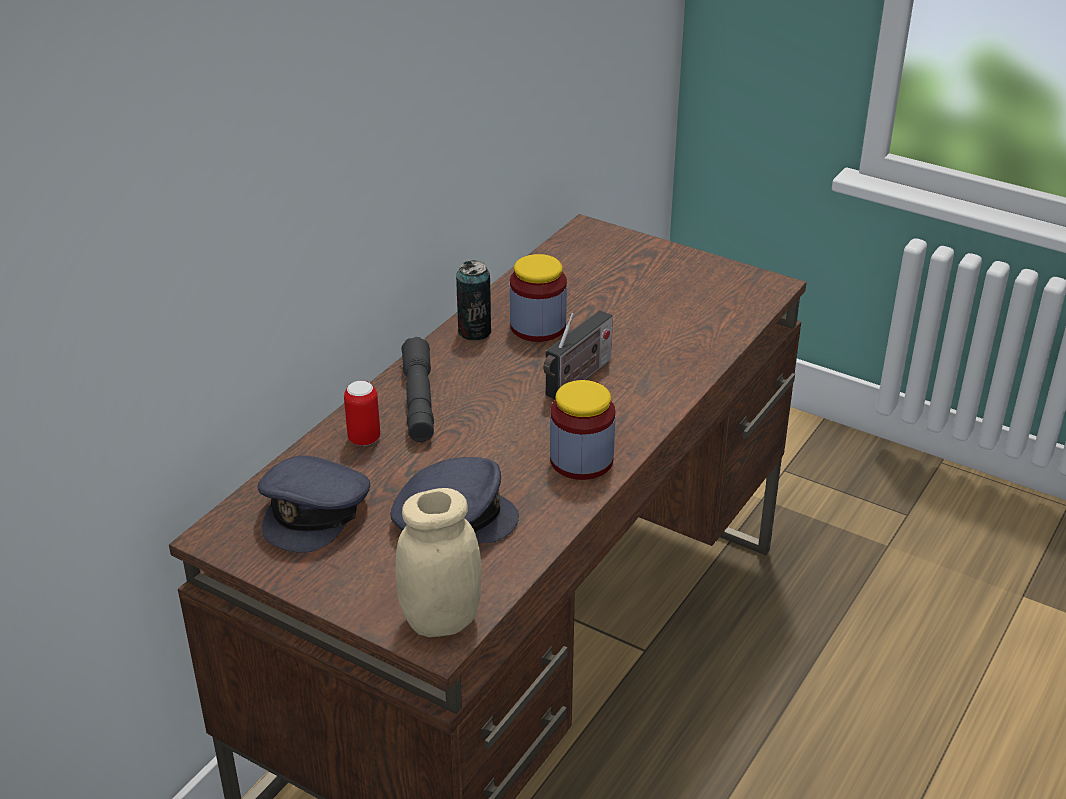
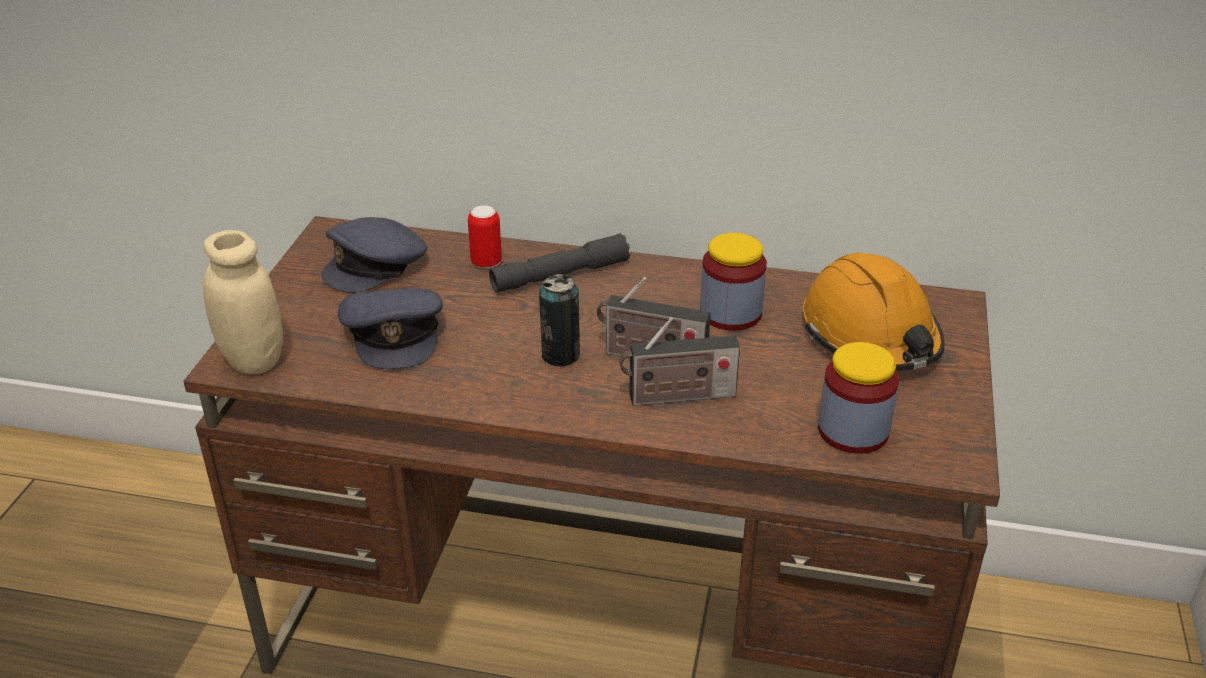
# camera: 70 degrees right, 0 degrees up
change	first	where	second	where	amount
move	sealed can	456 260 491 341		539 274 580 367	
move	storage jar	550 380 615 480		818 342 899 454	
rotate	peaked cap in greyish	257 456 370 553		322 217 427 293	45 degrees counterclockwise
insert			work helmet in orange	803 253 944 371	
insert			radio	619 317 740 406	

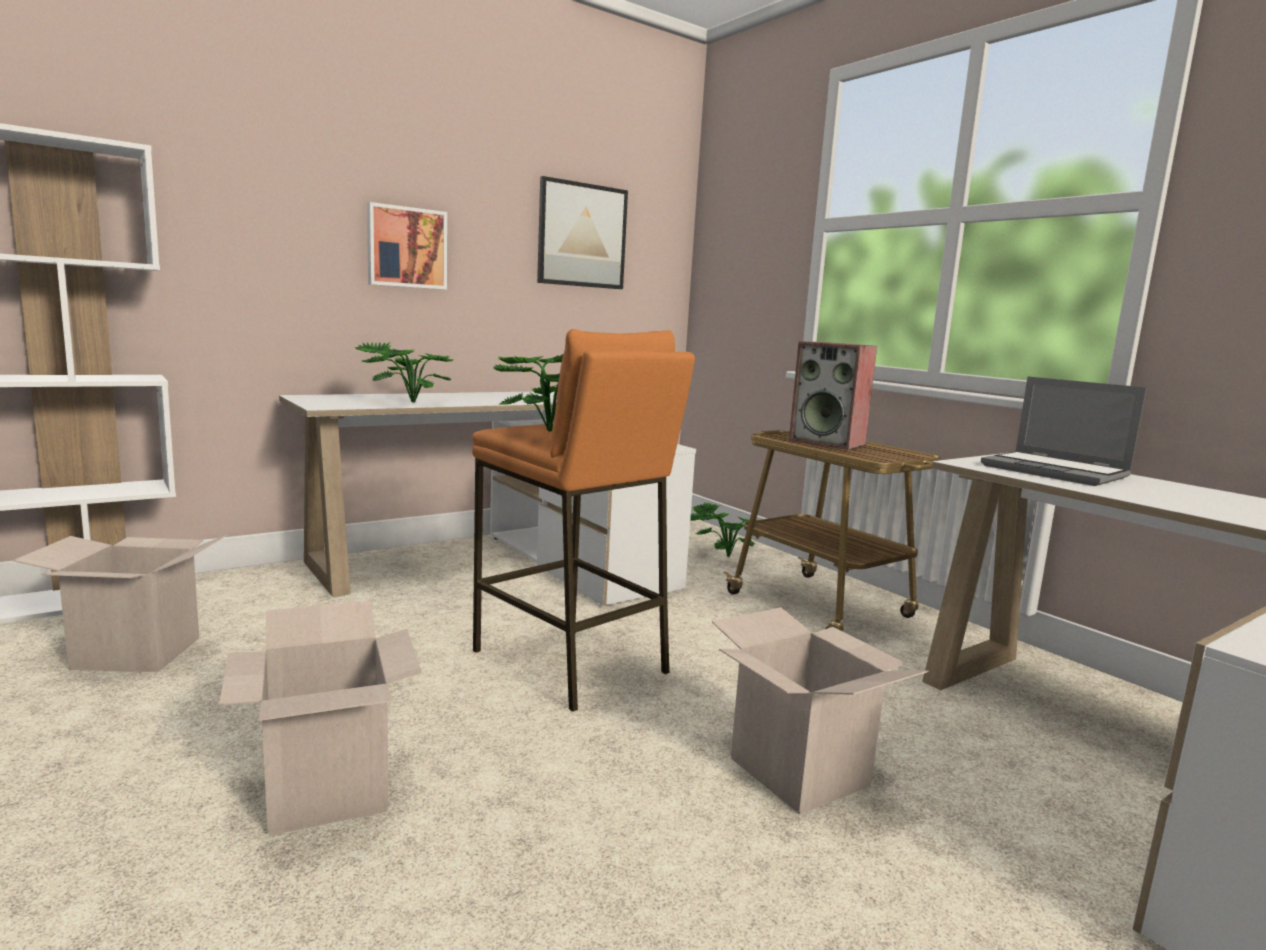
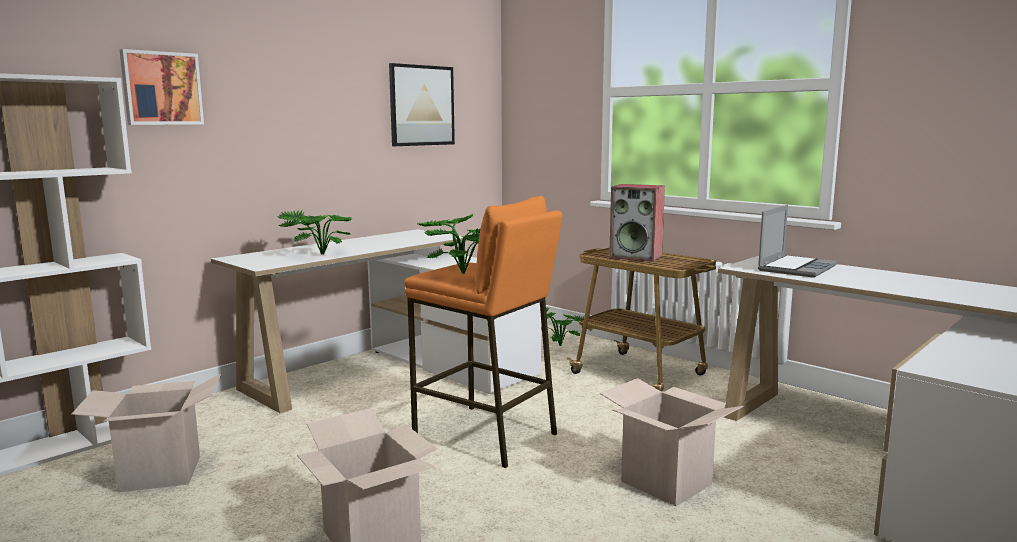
# camera: 10 degrees left, 0 degrees up
change	first	where	second	where	amount
move	wall picture	367 202 447 290		120 49 204 125	
rotate	portable computer	981 376 1147 486		758 205 837 278	90 degrees counterclockwise

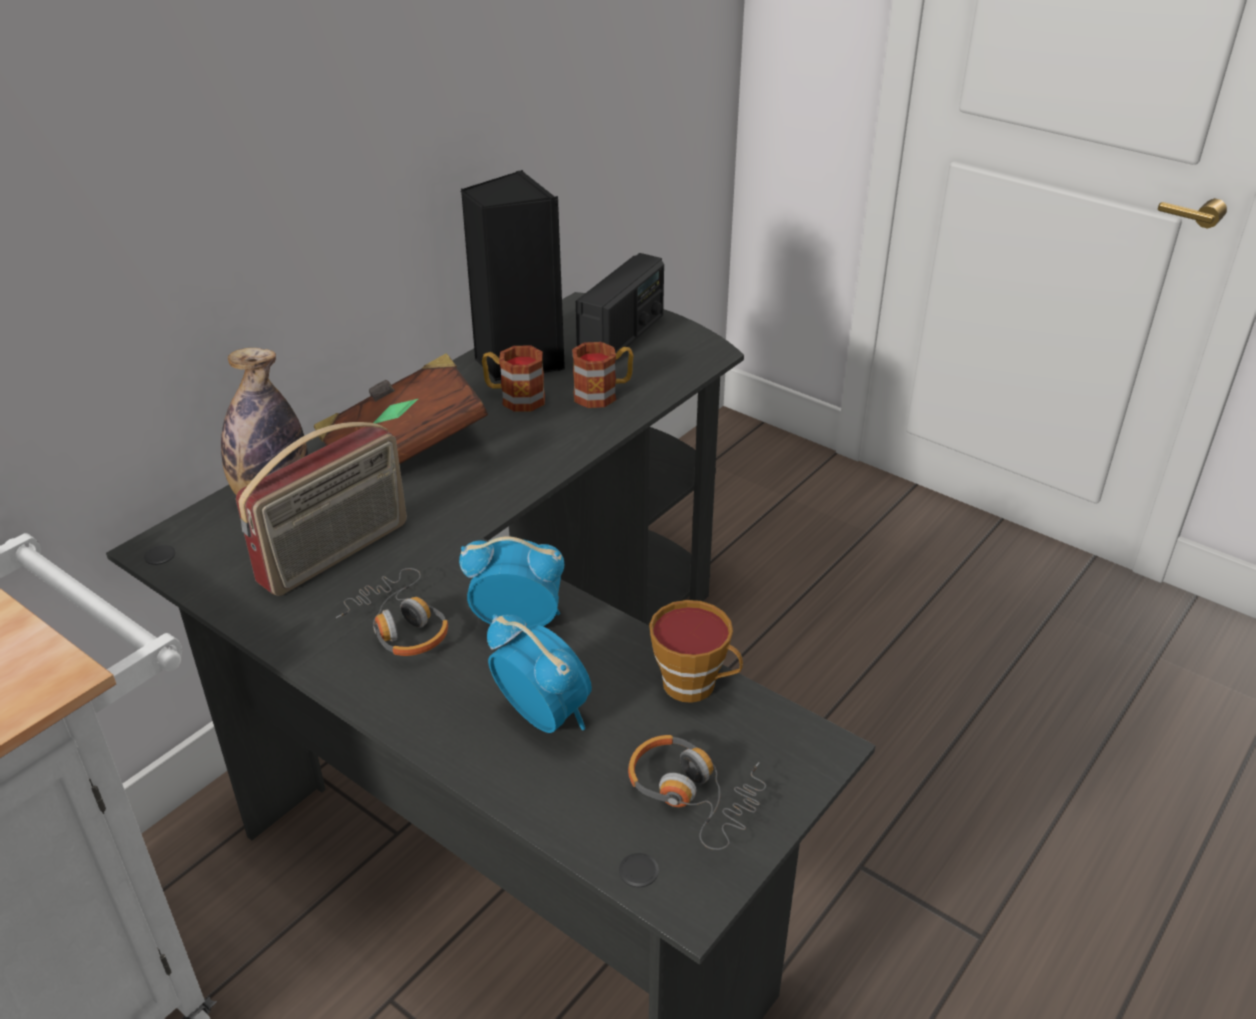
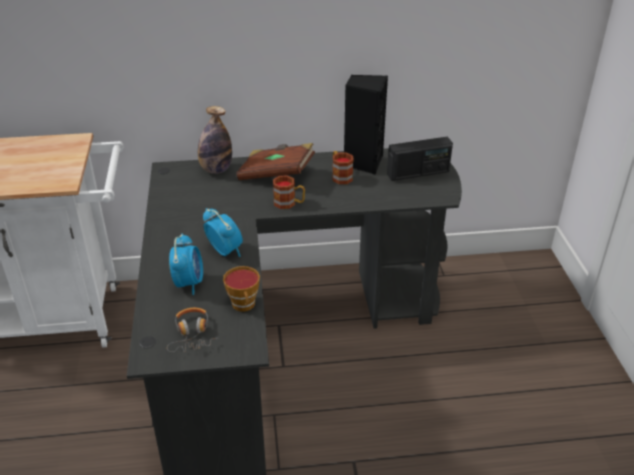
# camera: 45 degrees right, 0 degrees up
change	first	where	second	where	amount
move	coffee mug	572 342 634 408		273 175 305 209	
delete	radio	236 422 407 596			
delete	pair of headphones	336 568 448 656			

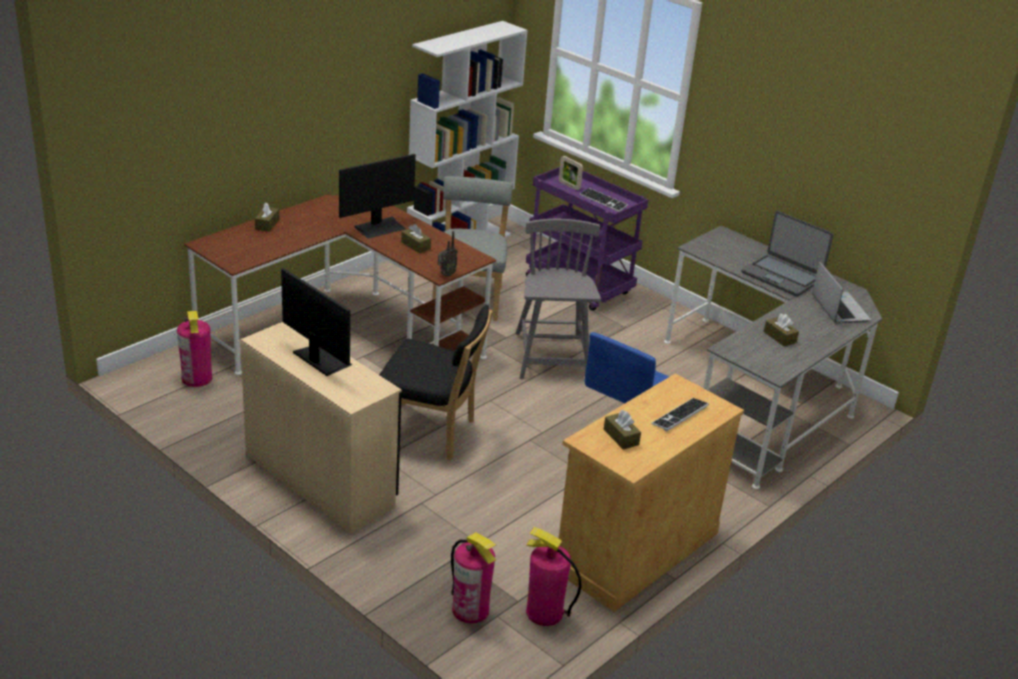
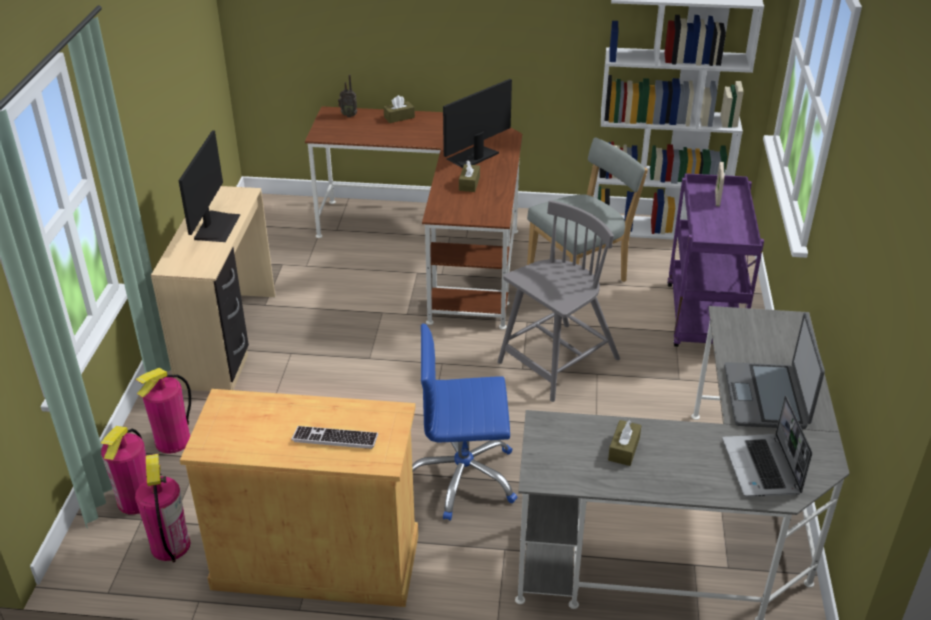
# camera: 55 degrees right, 5 degrees up
change	first	where	second	where	amount
rotate	monitor	339 154 416 239		443 79 512 168	120 degrees clockwise
delete	PC keyboard	580 188 628 212			
move	radio	438 231 458 277		338 75 357 117	
rotate	portable computer	812 261 871 323		723 396 812 497	135 degrees clockwise
delete	plain chair in black-coloured	379 305 493 461			
move	fire extinguisher	177 311 212 387		135 368 191 454	
delete	tissue holder in brown-coloured	603 410 641 450			

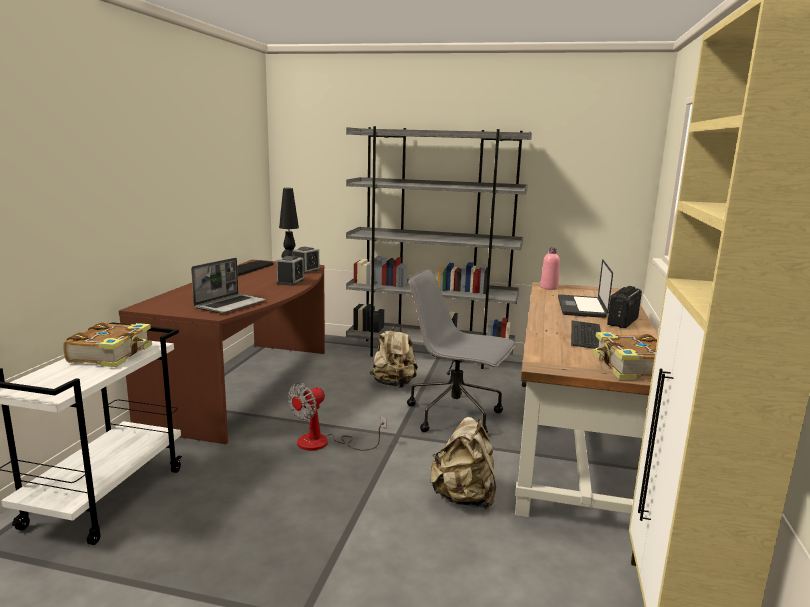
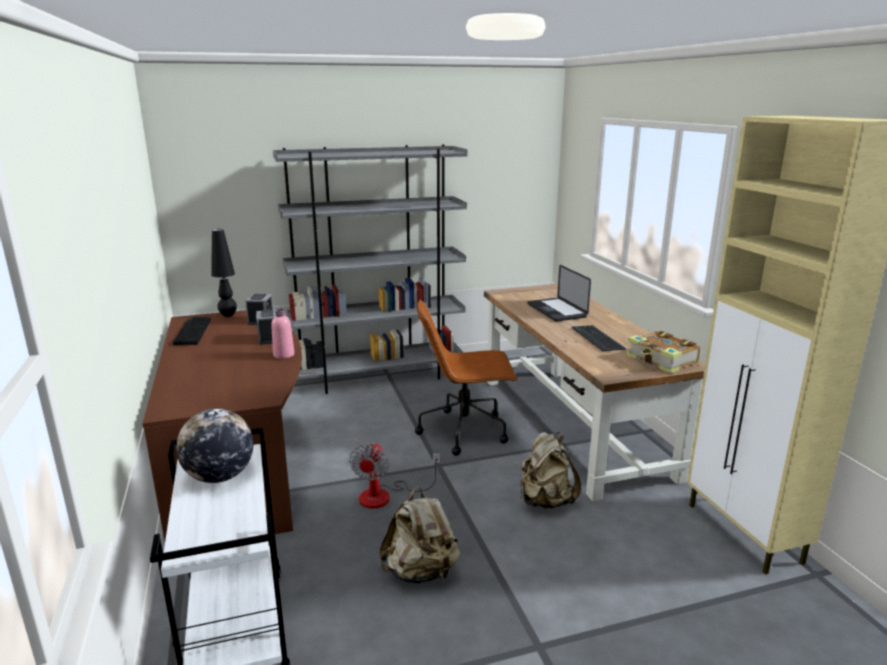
# camera: 30 degrees left, 5 degrees up
change	first	where	second	where	amount
move	drink bottle in pink	540 247 560 290		271 308 294 359	
delete	portable computer	191 258 266 314			
recolor	computer chair in greyish	407 270 517 433	computer chair in brown-coloured	415 300 518 456	
delete	radio	607 286 642 328			
replace	bound book	63 322 152 367	world globe	176 409 253 483	
move	rucksack in beige	370 324 418 388		380 487 460 583	

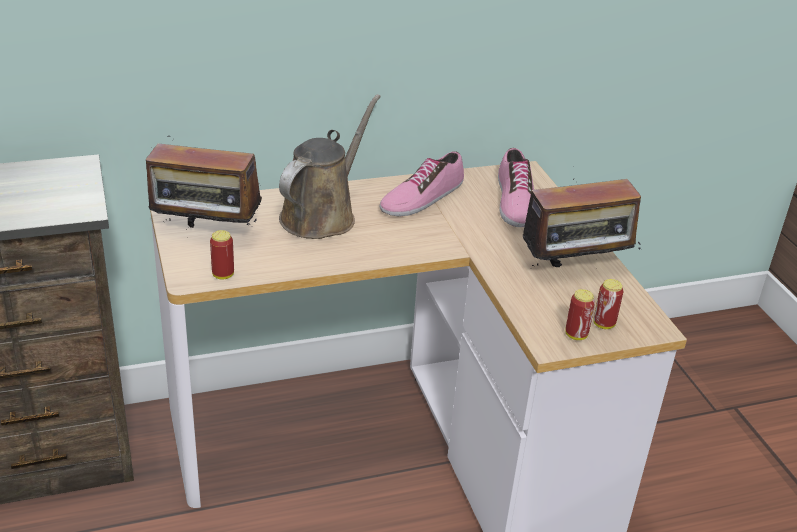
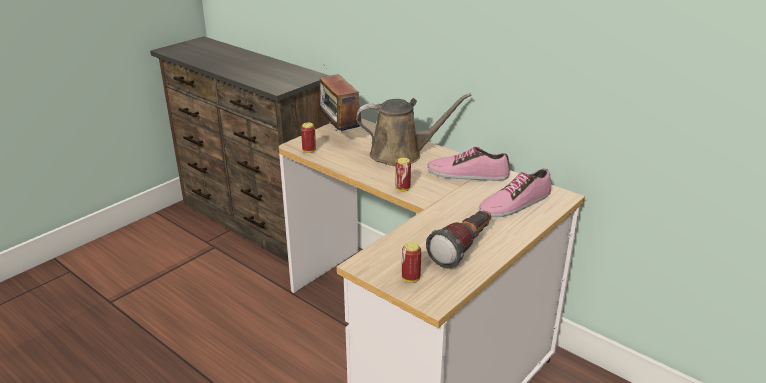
# camera: 60 degrees right, 5 degrees down
change	first	where	second	where	amount
replace	radio	523 166 641 269	flashlight	426 211 491 268	
move	sealed can	565 289 595 340		396 158 411 192	

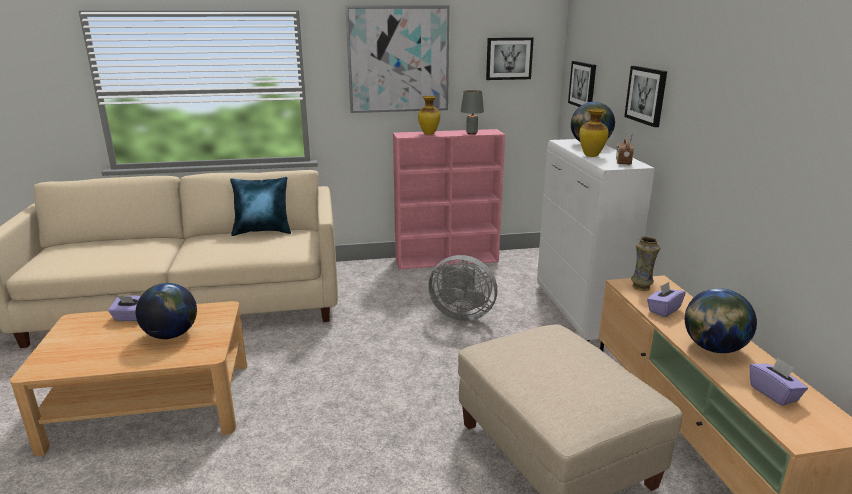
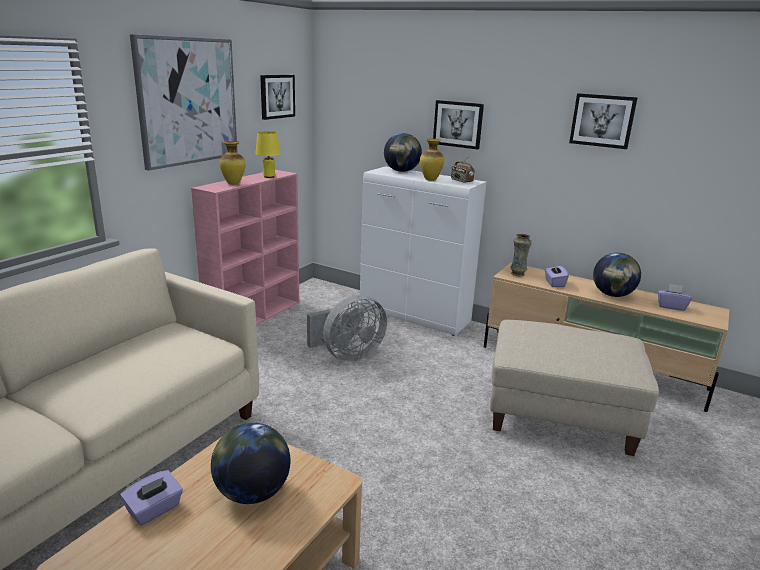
# camera: 50 degrees left, 0 degrees up
change	first	where	second	where	amount
move	wall picture	568 61 596 107		569 93 638 149	
recolor	lamp for a table in greyish	461 90 484 135	lamp for a table in yellow-coloured	255 131 281 178	
delete	throw pillow in blue-coloured	230 177 291 236			

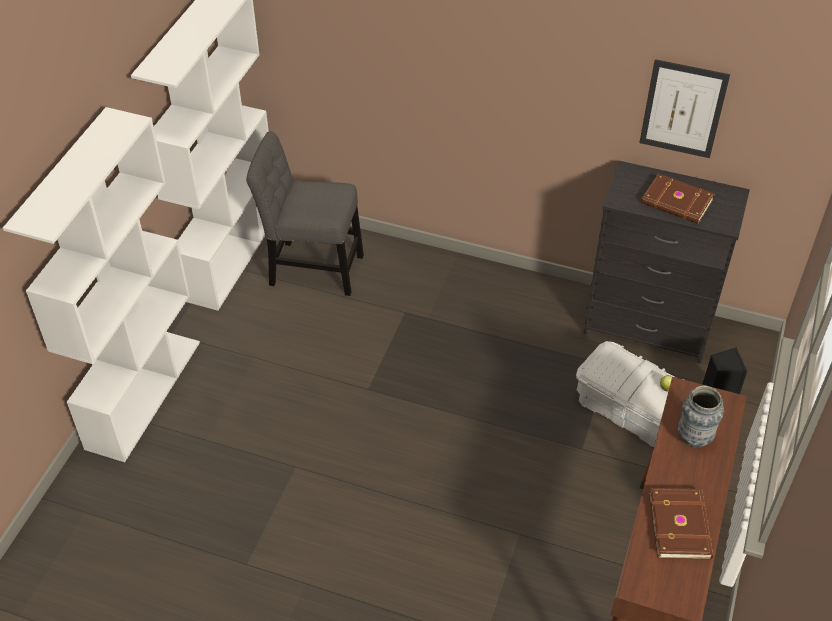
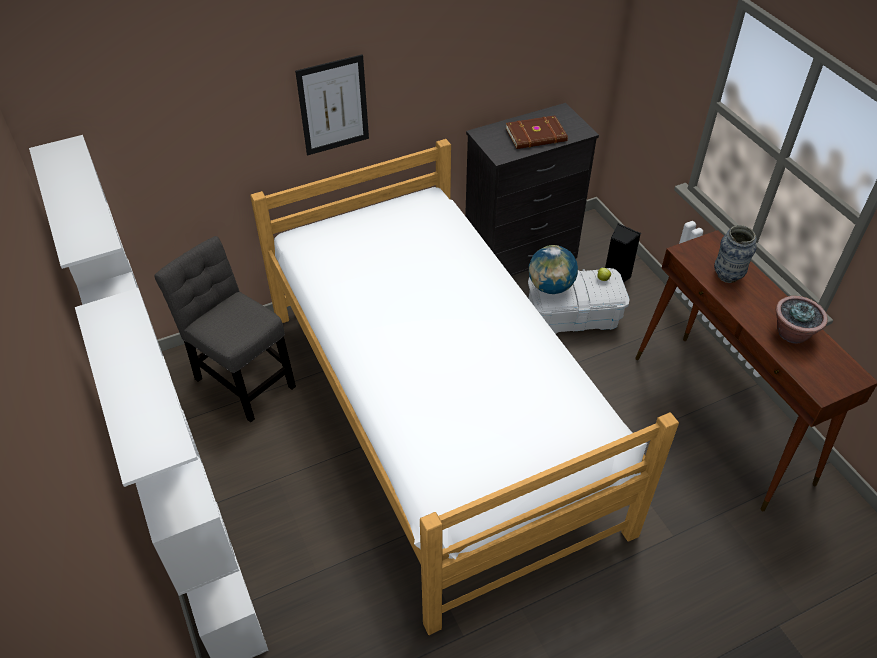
# camera: 45 degrees left, 0 degrees up
change	first	where	second	where	amount
move	wall picture	639 59 730 158		295 55 369 155	
rotate	plain chair in greyish	246 131 364 296		155 236 296 422	75 degrees clockwise
replace	bound book in brown-coloured	649 488 713 560	plant in a pot	776 296 828 344	
insert			sleeping bed	250 139 679 635	
insert			world globe	529 245 578 294	

